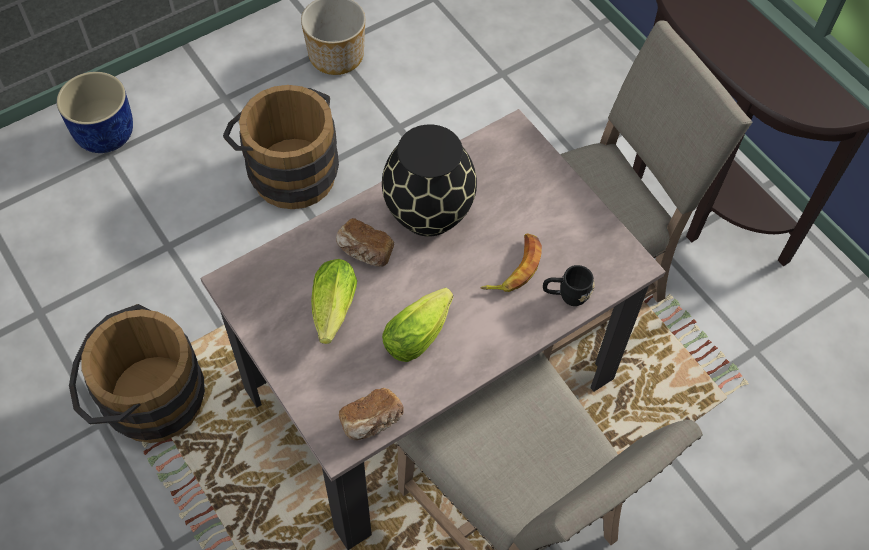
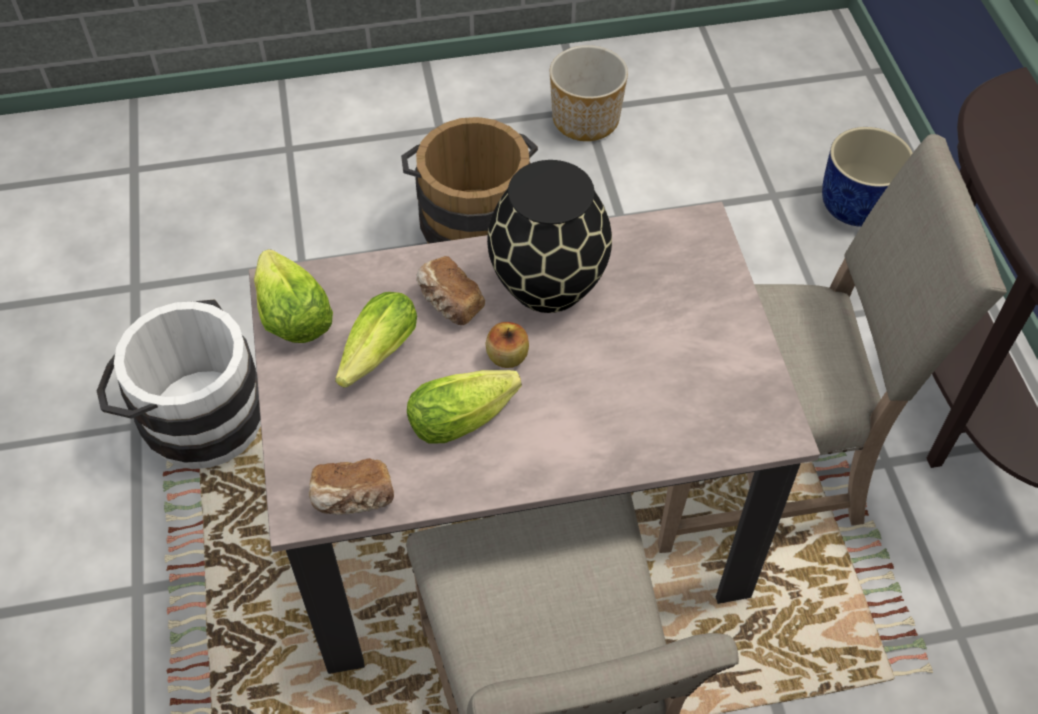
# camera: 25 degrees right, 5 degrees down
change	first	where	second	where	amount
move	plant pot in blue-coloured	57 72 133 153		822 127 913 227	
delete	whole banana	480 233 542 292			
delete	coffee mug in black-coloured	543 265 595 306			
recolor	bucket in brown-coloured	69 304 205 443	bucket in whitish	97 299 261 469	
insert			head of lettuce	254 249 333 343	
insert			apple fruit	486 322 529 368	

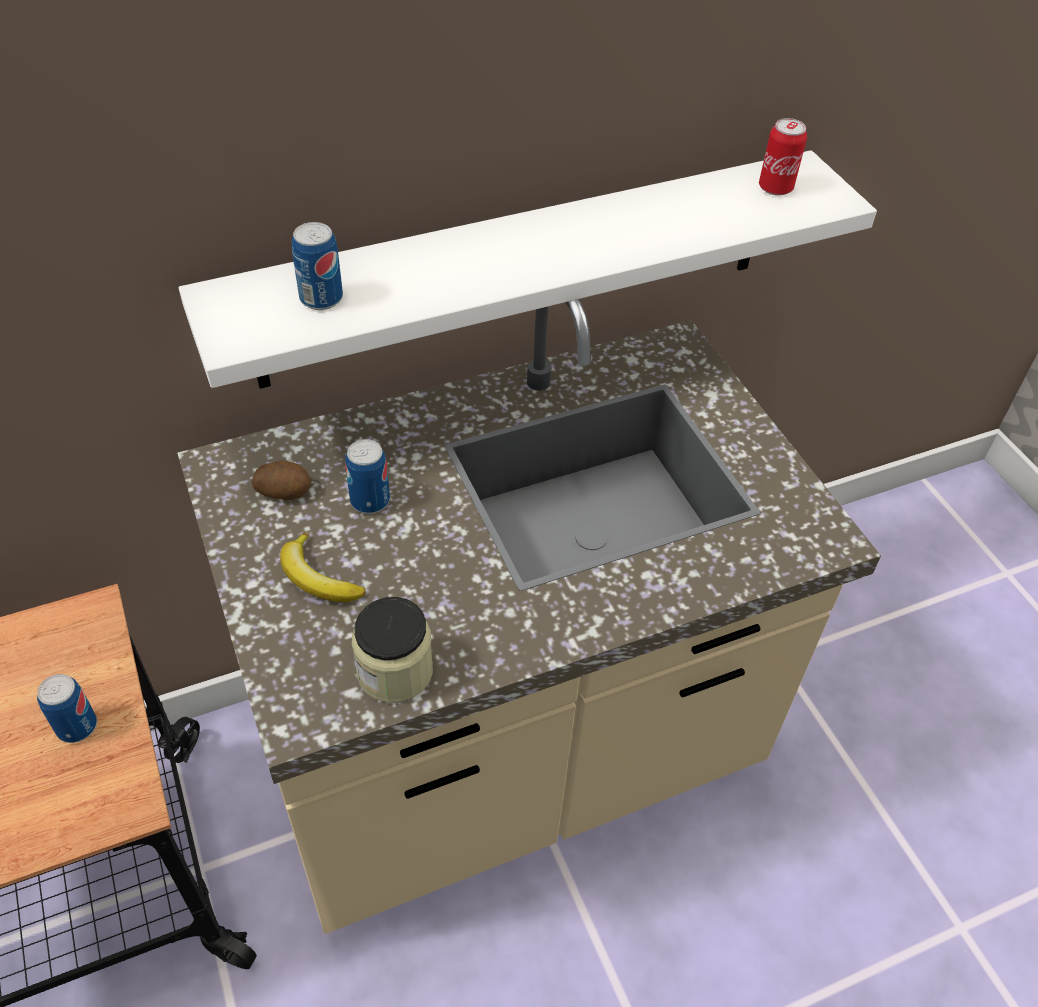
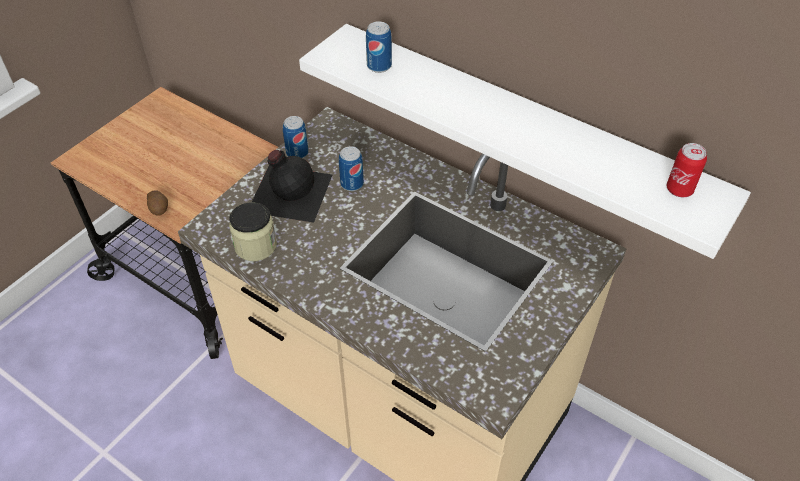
# camera: 60 degrees right, 0 degrees up
change	first	where	second	where	amount
move	potato	251 460 311 500		147 190 168 216	
replace	whole banana	280 532 366 602	drink bottle in black-coloured	252 150 332 223	
move	sealed can	37 674 97 743		283 116 308 158	

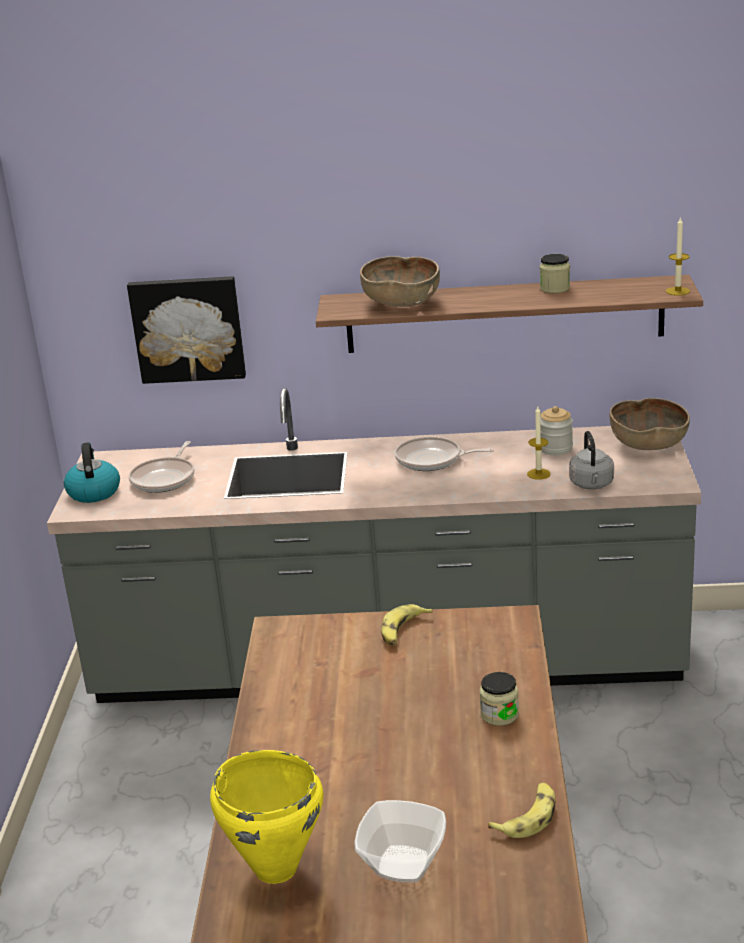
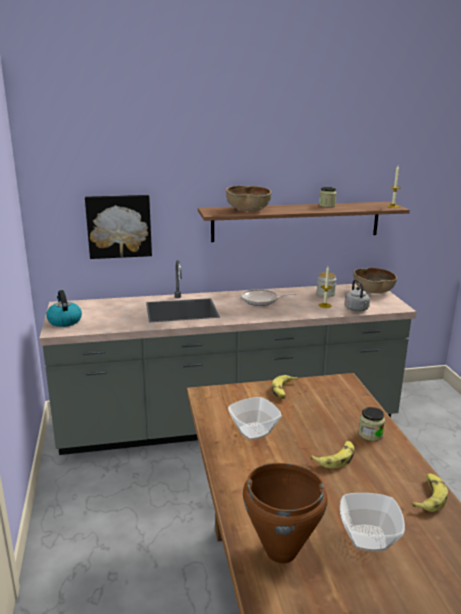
# camera: 15 degrees left, 5 degrees down
change	first	where	second	where	amount
delete	frying pan	129 441 194 493			
recolor	cooking pot in yellow-coloured	210 750 323 884	cooking pot in brown-coloured	243 463 328 563	
insert			bowl	228 397 282 440	
insert			whole banana	310 441 355 468	

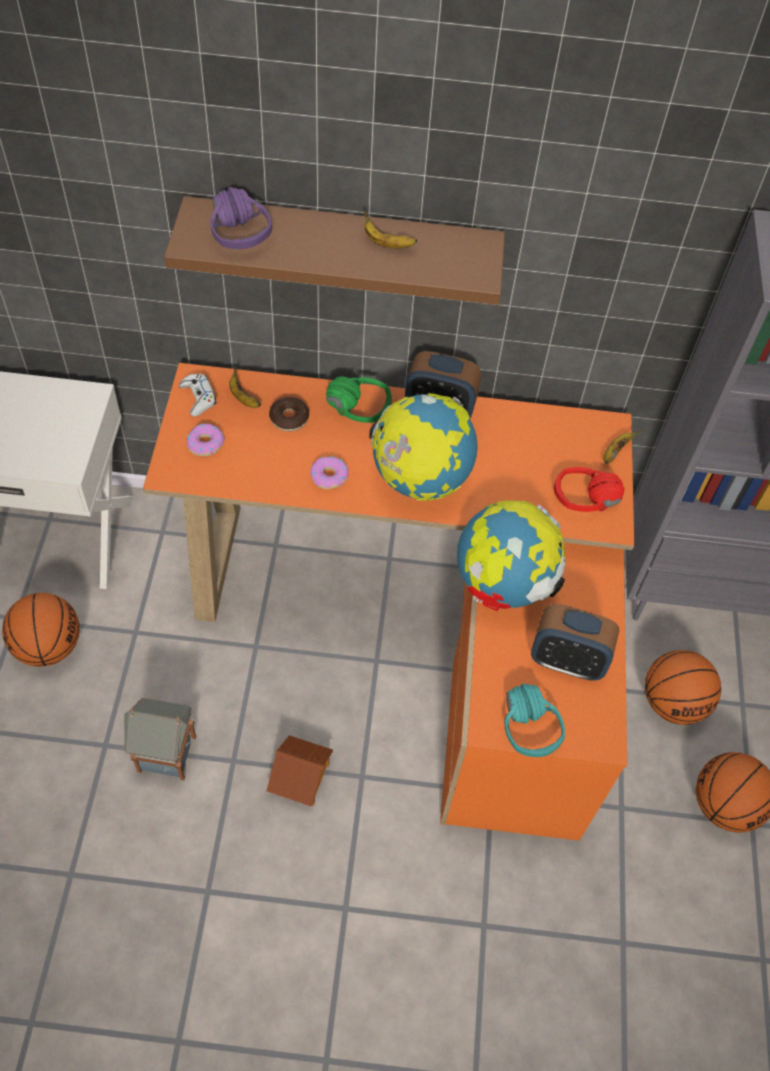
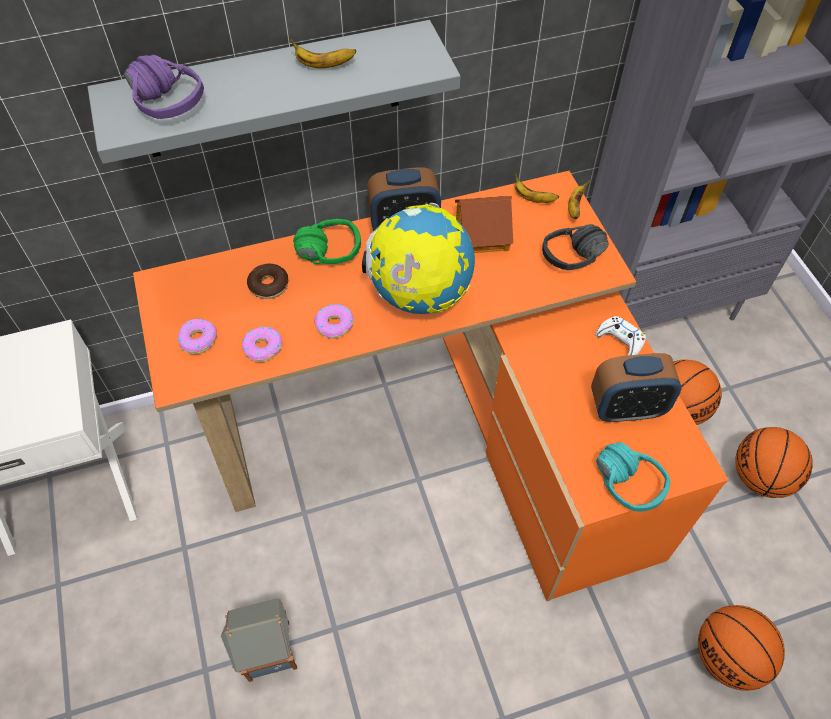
# camera: 20 degrees left, 0 degrees up
change	first	where	second	where	amount
recolor	bracket shelf in brown-coloured	164 196 505 305	bracket shelf in greyish	88 20 461 164	
move	whole banana	229 366 261 408		515 173 559 203	
move	joypad in whitish	179 374 216 417		595 316 646 356	
recolor	pair of headphones in red	554 467 625 512	pair of headphones in black-coloured	542 224 609 270	
delete	world globe	457 501 565 611			
move	basketball ball	2 593 80 667		698 605 785 691	
move	miniature house	266 735 333 807		455 196 513 253	
insert			ring doughnut	242 326 283 362	

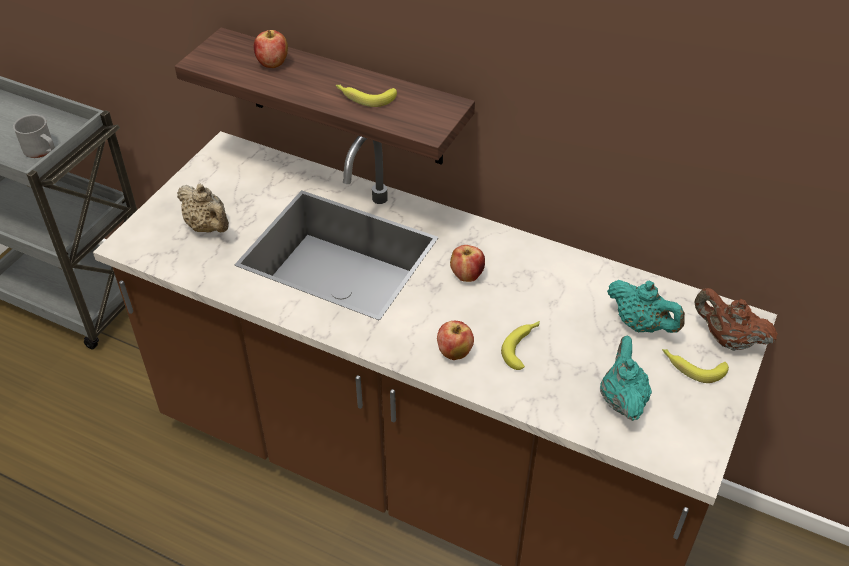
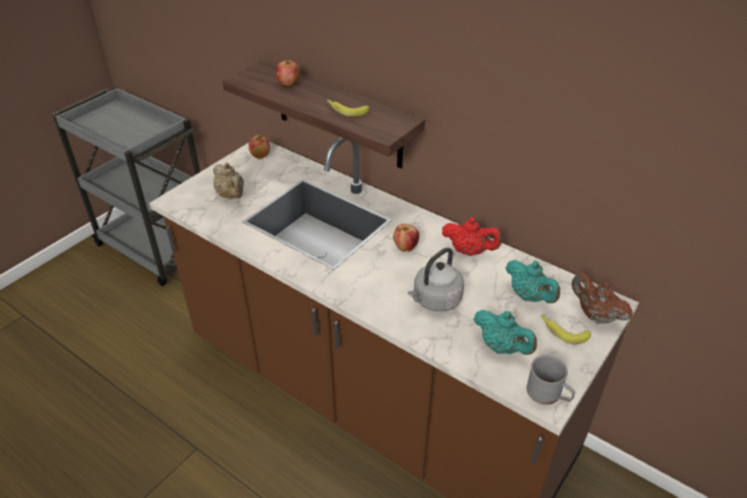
# camera: 10 degrees right, 5 degrees down
change	first	where	second	where	amount
move	coffee mug in greyish	13 114 55 158		527 355 575 405	
move	apple fruit	437 321 474 360		248 135 270 159	
replace	whole banana	501 321 540 370	kettle in greyish	408 248 464 312	
rotate	teapot in turquoise-coloured	600 336 652 421		474 310 537 355	120 degrees clockwise
insert			teapot in red	442 217 502 256	

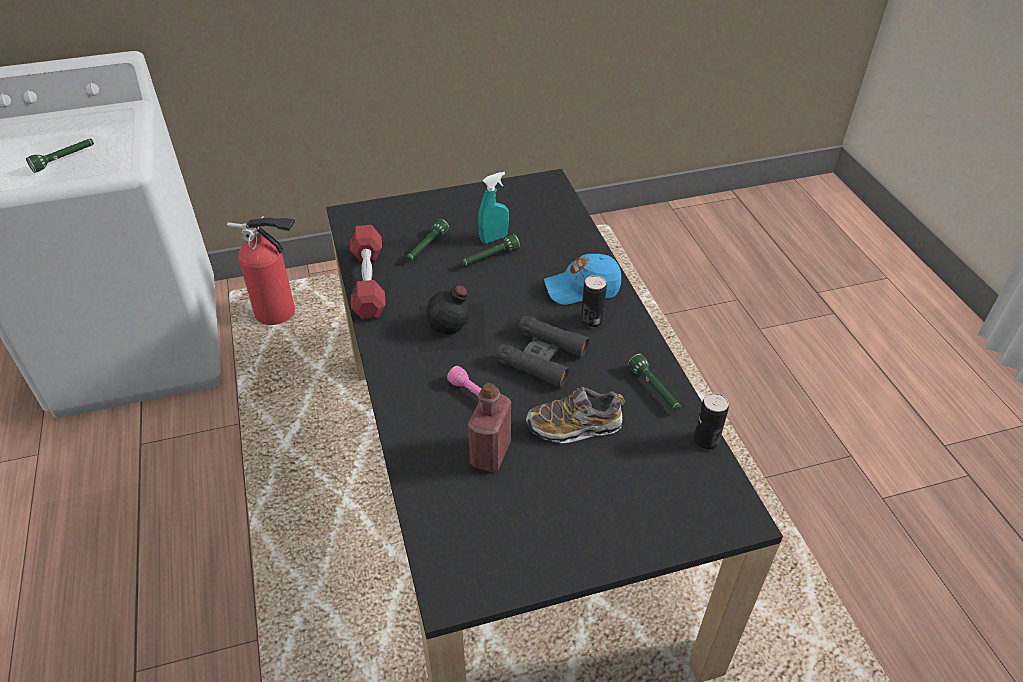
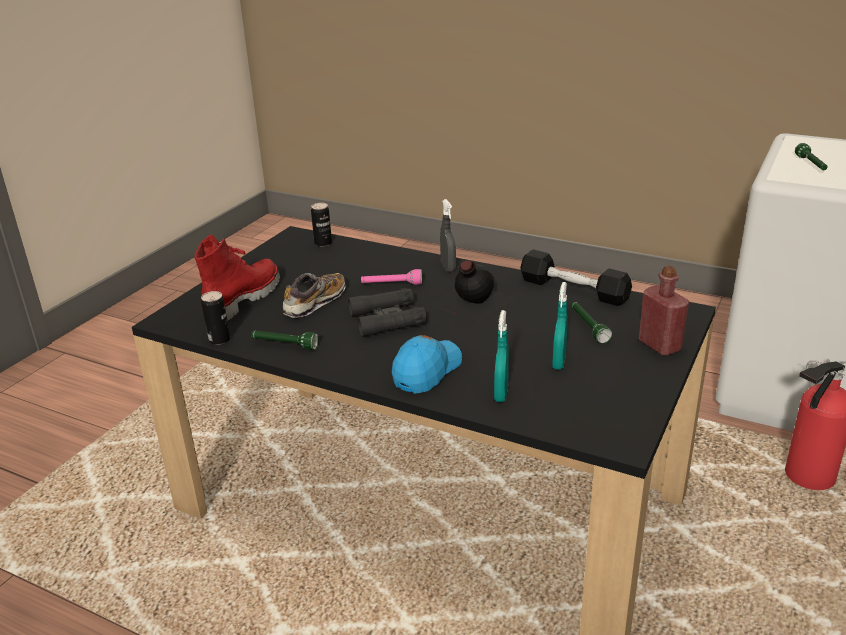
# camera: 135 degrees right, 15 degrees down
change	first	where	second	where	amount
recolor	free weight in red	350 225 386 319	free weight in black-coloured	520 249 632 306	
delete	flashlight in greenish	461 234 520 266			
move	sealed can	581 275 607 327		311 203 332 247	
move	drink bottle in red	468 383 511 472		639 265 689 356	
insert			hand sprayer in greyish	440 199 456 272	
insert			high-top boot in red	195 234 280 321	
insert			hand sprayer in turquoise-coloured	494 310 509 402	

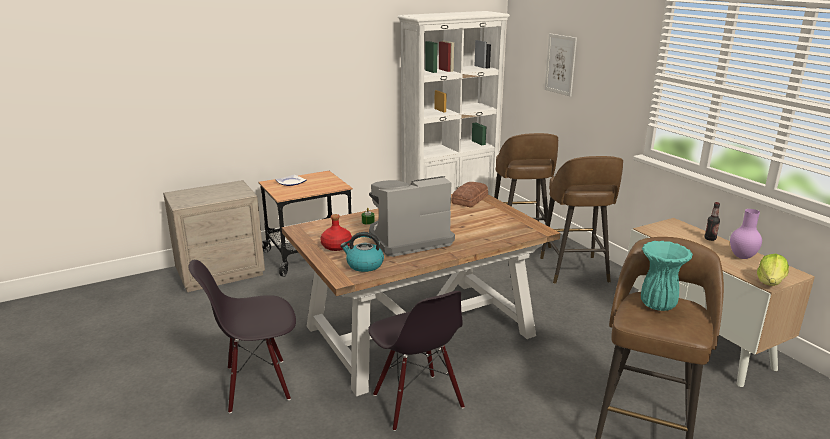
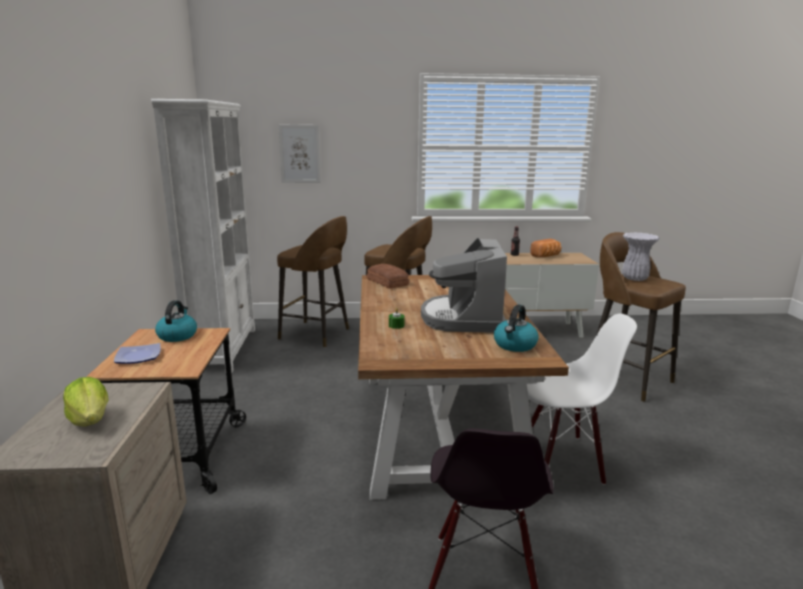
# camera: 65 degrees left, 5 degrees down
change	first	where	second	where	amount
replace	decorative vase in purple	730 209 762 259	bread	530 239 561 257	
delete	drink bottle in red	321 214 352 251			
recolor	decorative vase in turquoise-coloured	641 241 693 311	decorative vase in whitish	622 233 659 281	
move	head of lettuce	757 254 789 286		63 377 108 427	
recolor	plain chair in black-coloured	368 291 465 431	plain chair in whitish	527 314 637 485	
insert			kettle	155 300 197 342	

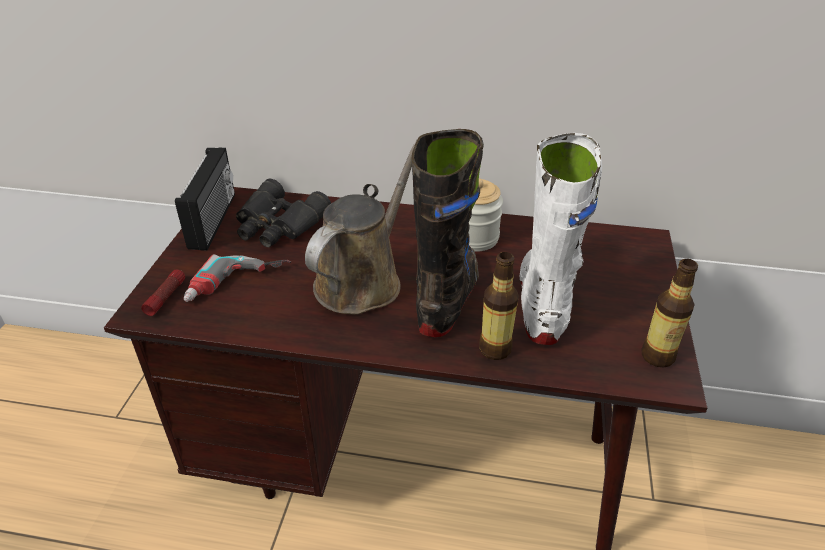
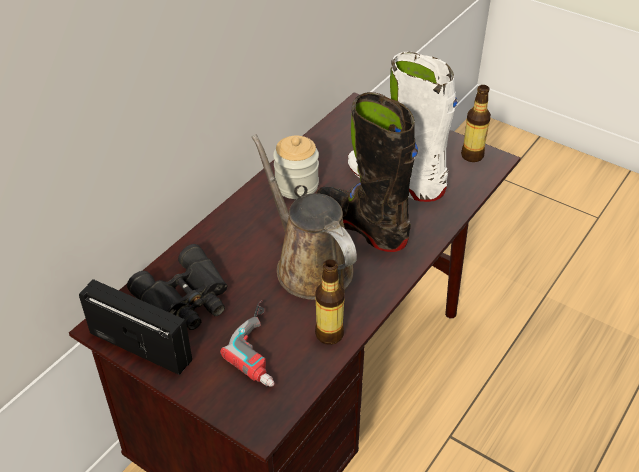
# camera: 65 degrees left, 5 degrees up
change	first	where	second	where	amount
move	drink bottle	479 252 519 360		315 259 345 345	
delete	flashlight	141 269 185 316			

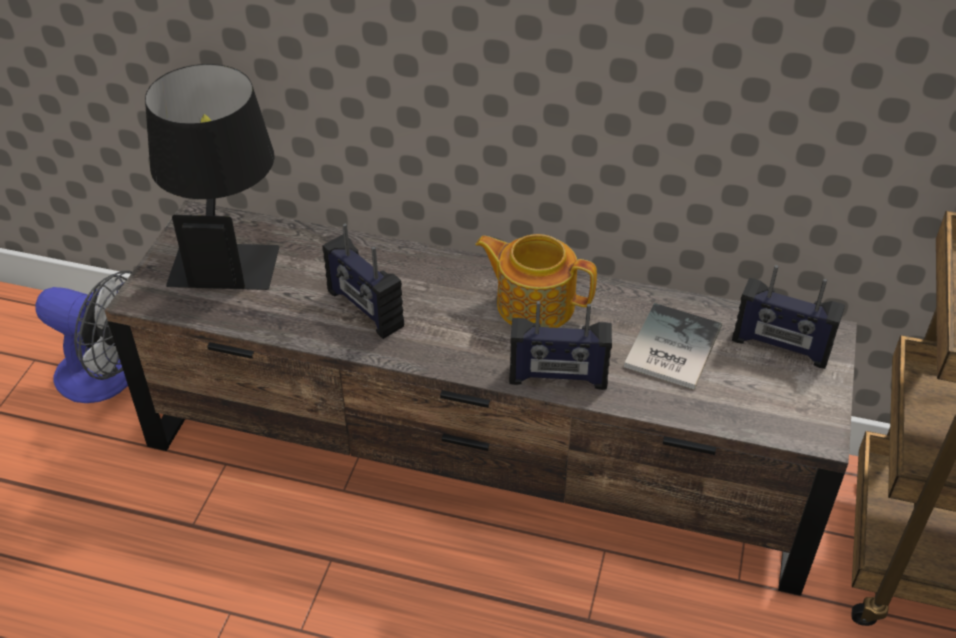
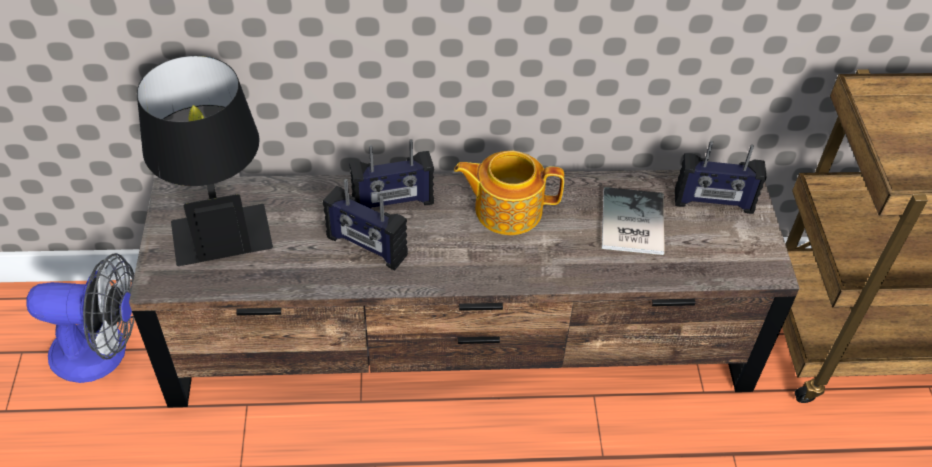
# camera: 20 degrees left, 5 degrees up
change	first	where	second	where	amount
move	radio	509 301 612 390		349 139 434 209	

